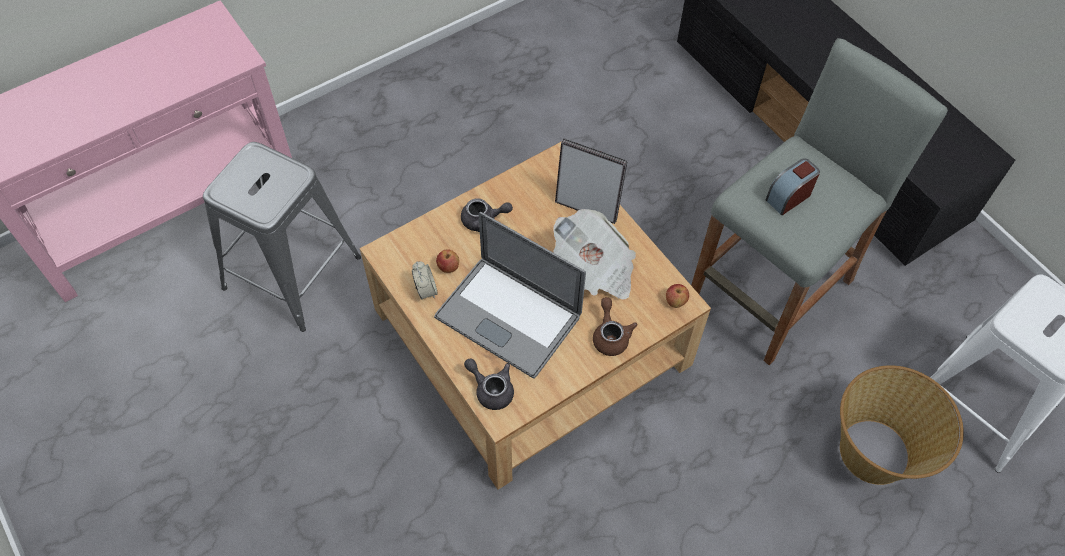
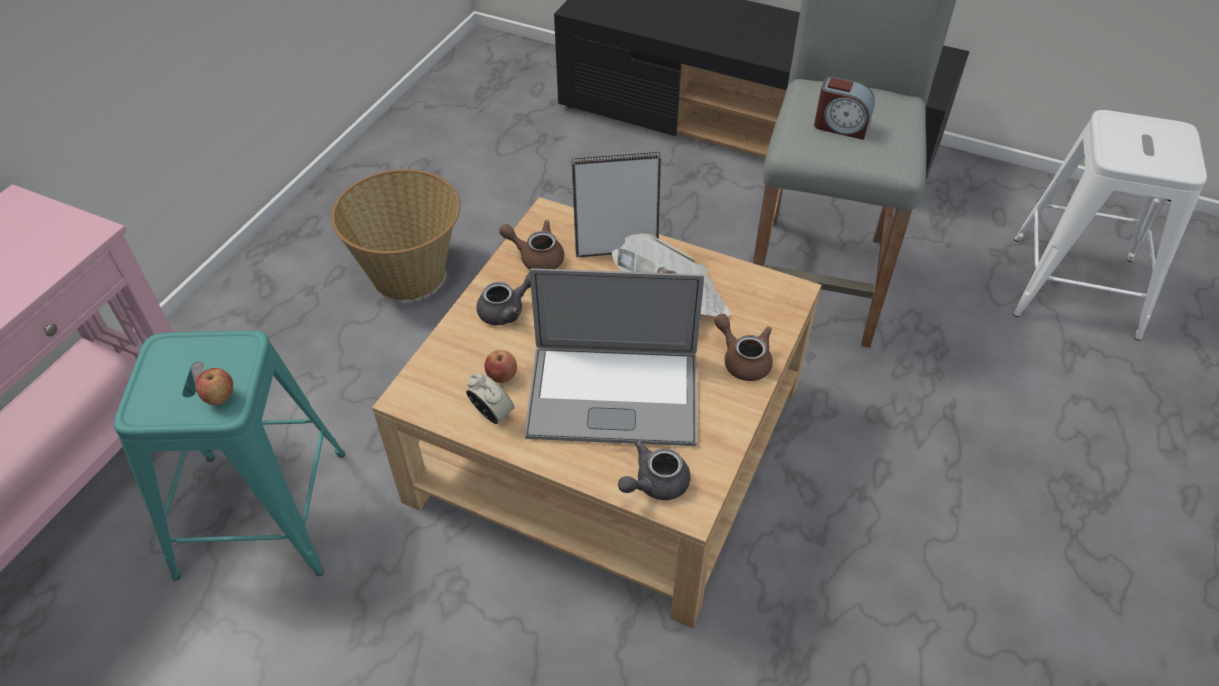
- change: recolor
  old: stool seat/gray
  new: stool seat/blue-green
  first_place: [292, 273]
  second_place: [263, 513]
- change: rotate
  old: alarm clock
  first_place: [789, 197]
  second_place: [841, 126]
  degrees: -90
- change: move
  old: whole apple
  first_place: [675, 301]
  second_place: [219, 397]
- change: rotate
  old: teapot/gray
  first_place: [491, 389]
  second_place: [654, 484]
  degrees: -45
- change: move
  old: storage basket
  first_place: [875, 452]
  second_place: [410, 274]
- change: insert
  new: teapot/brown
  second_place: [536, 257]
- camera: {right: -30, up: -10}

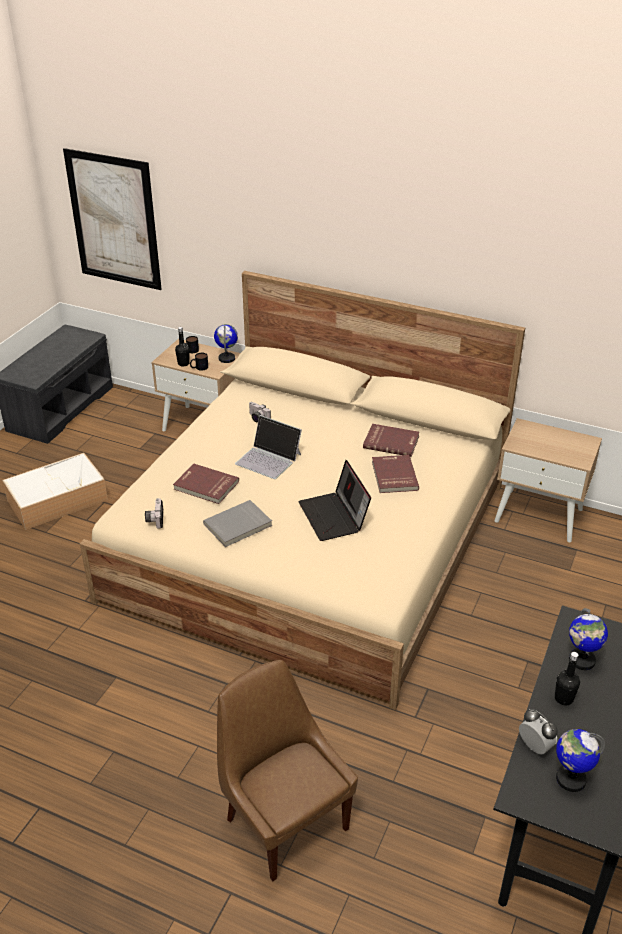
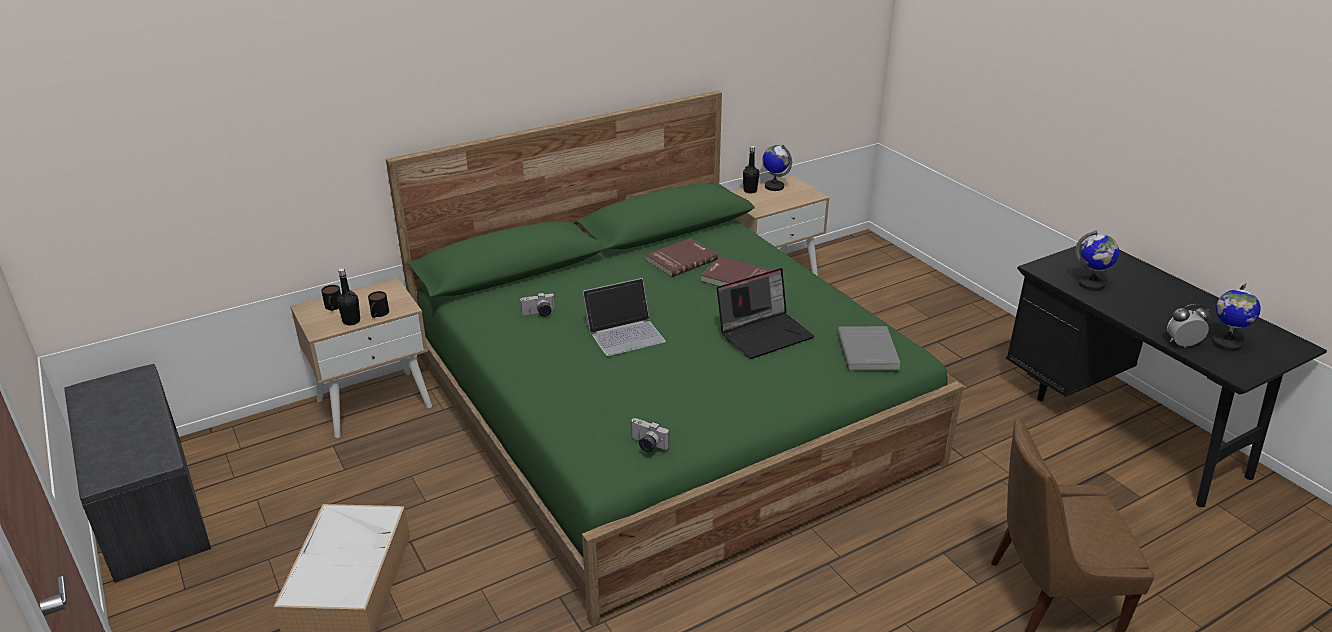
- change: delete
  old: wall picture
  first_place: [114, 220]
- change: recolor
  old: bedroom bed/beige-coloured
  new: bedroom bed/green-coloured
  first_place: [312, 540]
  second_place: [665, 412]
- change: move
  old: desk globe
  first_place: [227, 358]
  second_place: [774, 186]
- change: rotate
  old: notebook computer
  first_place: [334, 517]
  second_place: [765, 333]
  degrees: -45
- change: delete
  old: volume/reddish
  first_place: [205, 486]
- change: move
  old: volume/gray
  first_place: [238, 525]
  second_place: [869, 351]
- change: move
  old: drink bottle/black-coloured
  first_place: [563, 698]
  second_place: [750, 190]
- camera: {right: -55, up: -5}

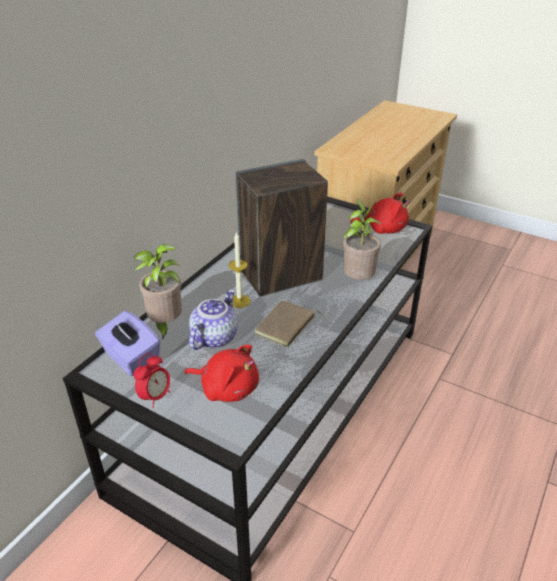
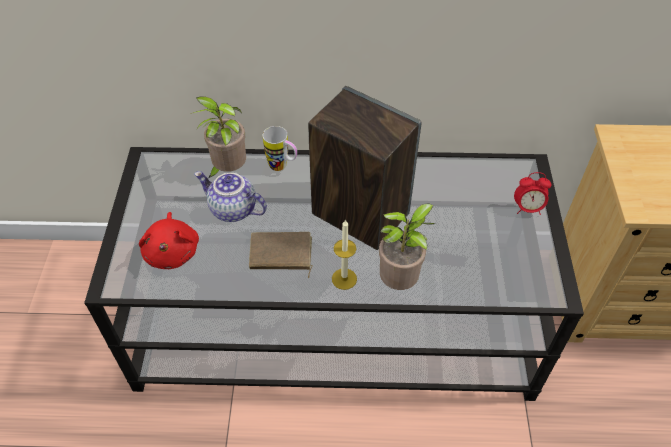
- change: delete
  old: cuddly toy/reddish
  first_place: [383, 229]
- change: move
  old: candle
  first_place: [239, 301]
  second_place: [344, 279]
- change: rotate
  old: teapot
  first_place: [213, 337]
  second_place: [232, 210]
  degrees: -150
- change: delete
  old: tissue holder/purplish
  first_place: [130, 358]
- change: move
  old: alarm clock
  first_place: [155, 397]
  second_place: [527, 208]
- change: insert
  new: tea mug
  second_place: [282, 167]
- camera: {right: 60, up: 15}

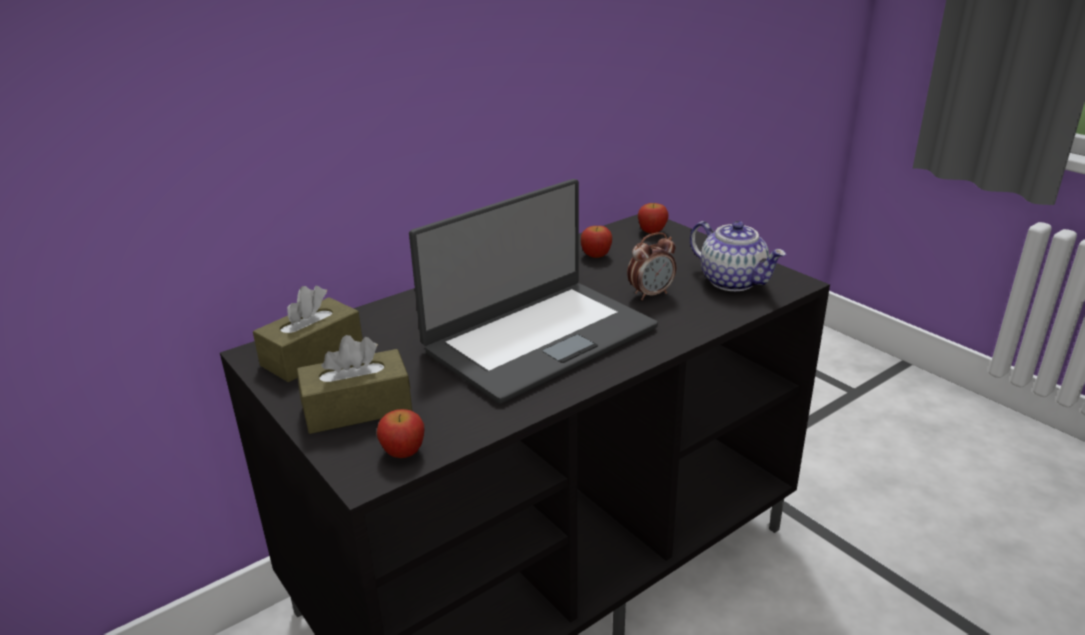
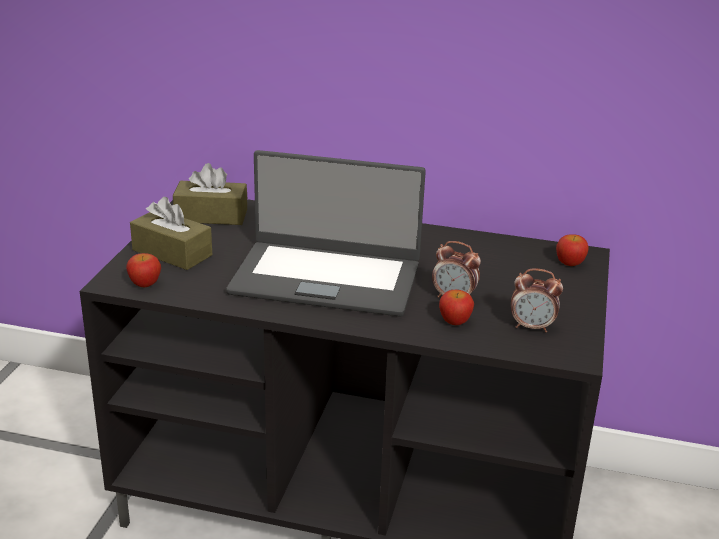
- change: replace
  old: teapot
  new: alarm clock
  first_place: [733, 281]
  second_place: [532, 327]
- change: move
  old: whole apple
  first_place: [596, 255]
  second_place: [455, 321]
- camera: {right: 50, up: 0}

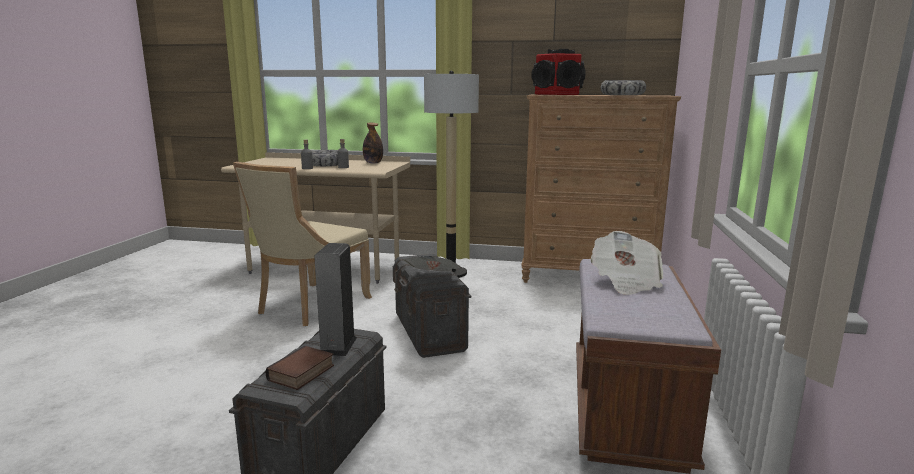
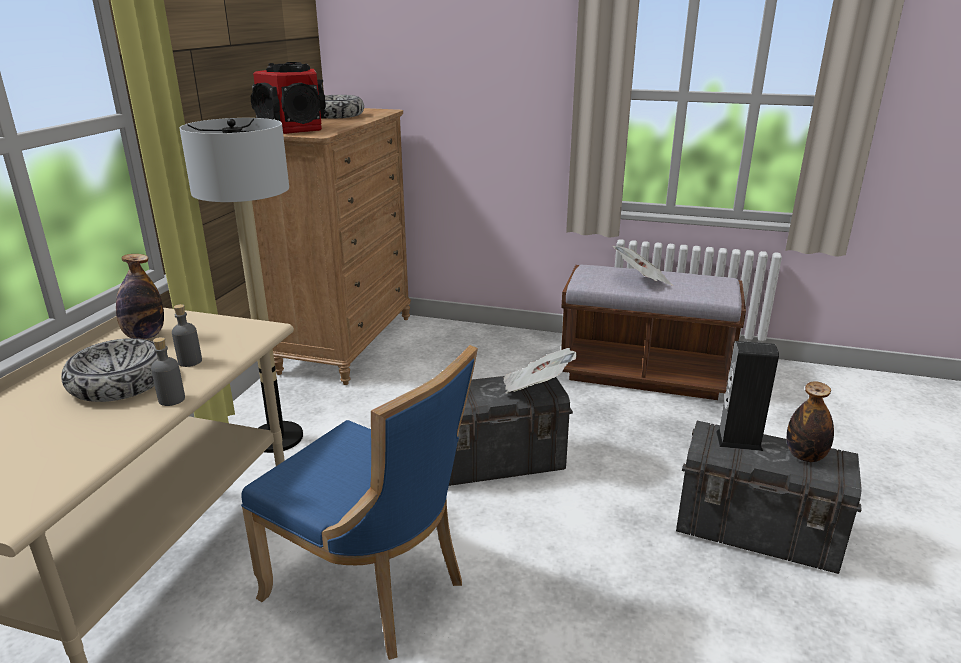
- change: recolor
  old: plain chair/beige-coloured
  new: plain chair/blue
  first_place: [309, 306]
  second_place: [373, 589]
- change: replace
  old: volume
  new: drink bottle
  first_place: [302, 373]
  second_place: [805, 456]
- camera: {right: -85, up: 10}

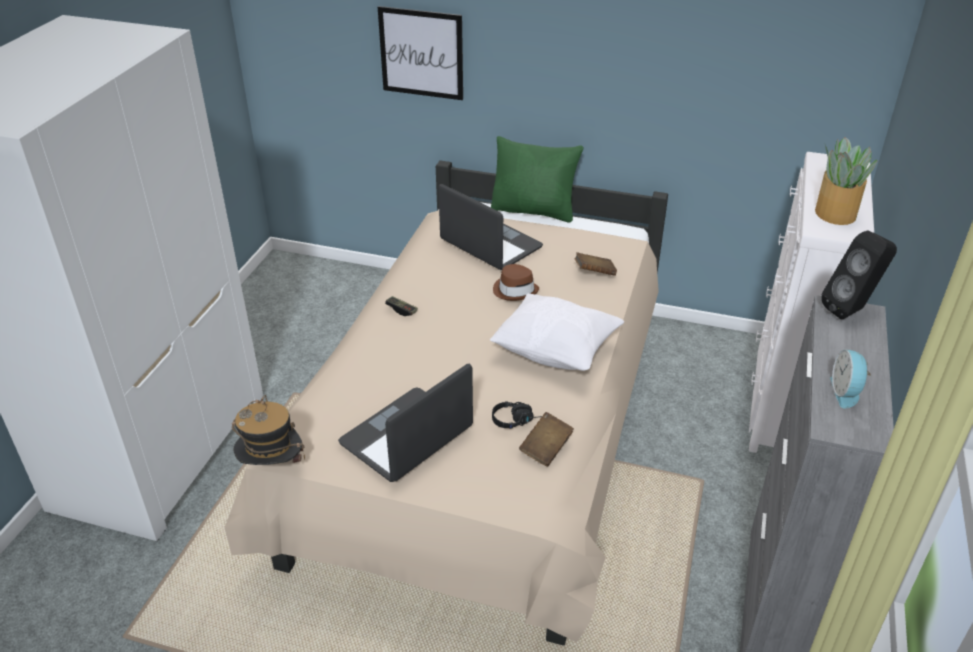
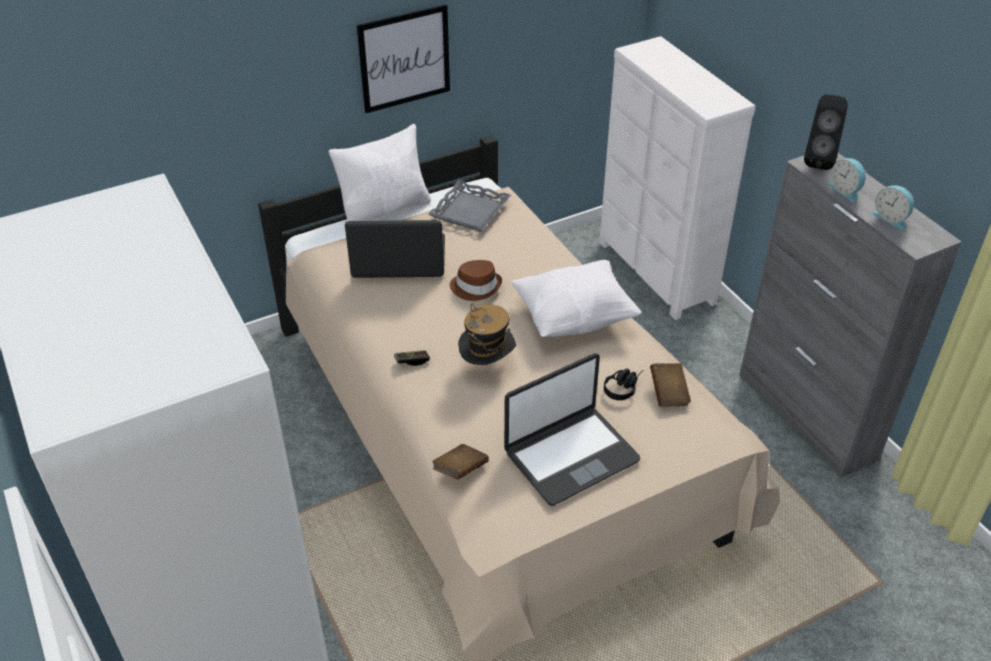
- change: move
  old: wall picture
  first_place: [421, 53]
  second_place: [404, 58]
- change: recolor
  old: pillow/green-coloured
  new: pillow/white
  first_place: [534, 210]
  second_place: [385, 208]
- change: delete
  old: plant in a pot
  first_place: [835, 214]
- change: move
  old: volume/brown
  first_place: [594, 273]
  second_place: [460, 470]
- change: rotate
  old: notebook computer
  first_place: [407, 437]
  second_place: [570, 455]
  degrees: -120
- change: move
  old: hat
  first_place: [273, 469]
  second_place: [487, 366]
- change: insert
  new: alarm clock
  second_place: [846, 191]
- change: insert
  new: serving tray/gray
  second_place: [469, 211]
- camera: {right: -45, up: 5}

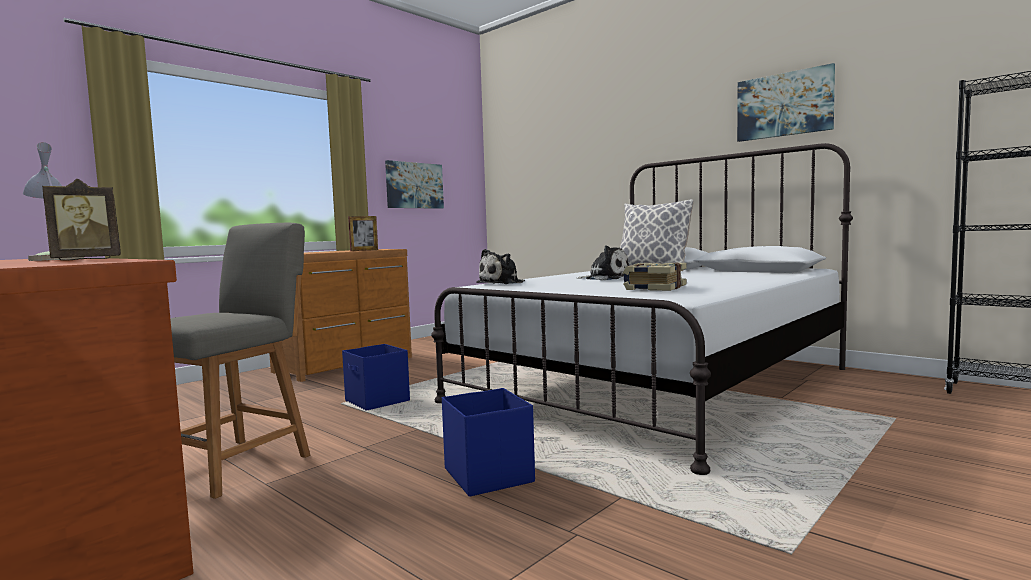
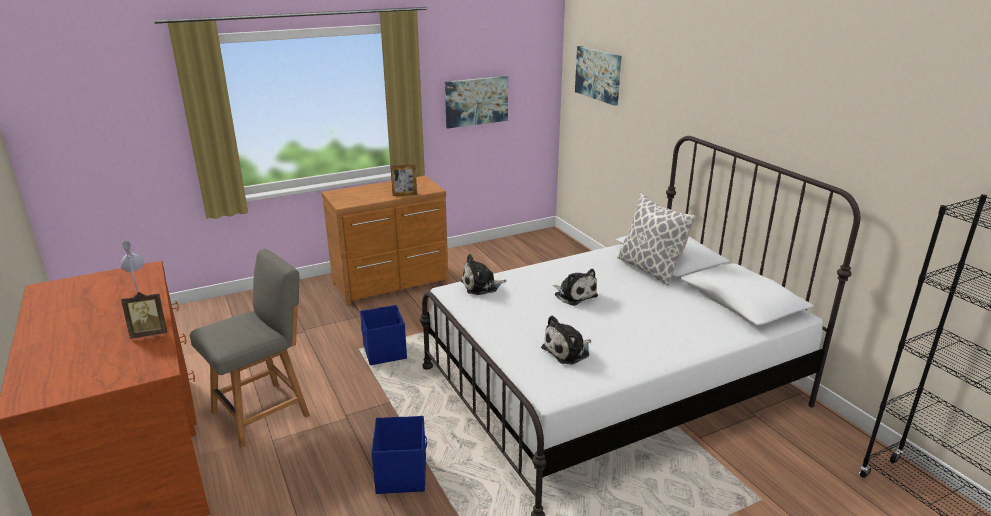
- change: move
  old: wall picture
  first_place: [784, 105]
  second_place: [598, 74]
- change: replace
  old: volume
  new: cuddly toy
  first_place: [654, 288]
  second_place: [568, 351]
- camera: {right: 20, up: 20}

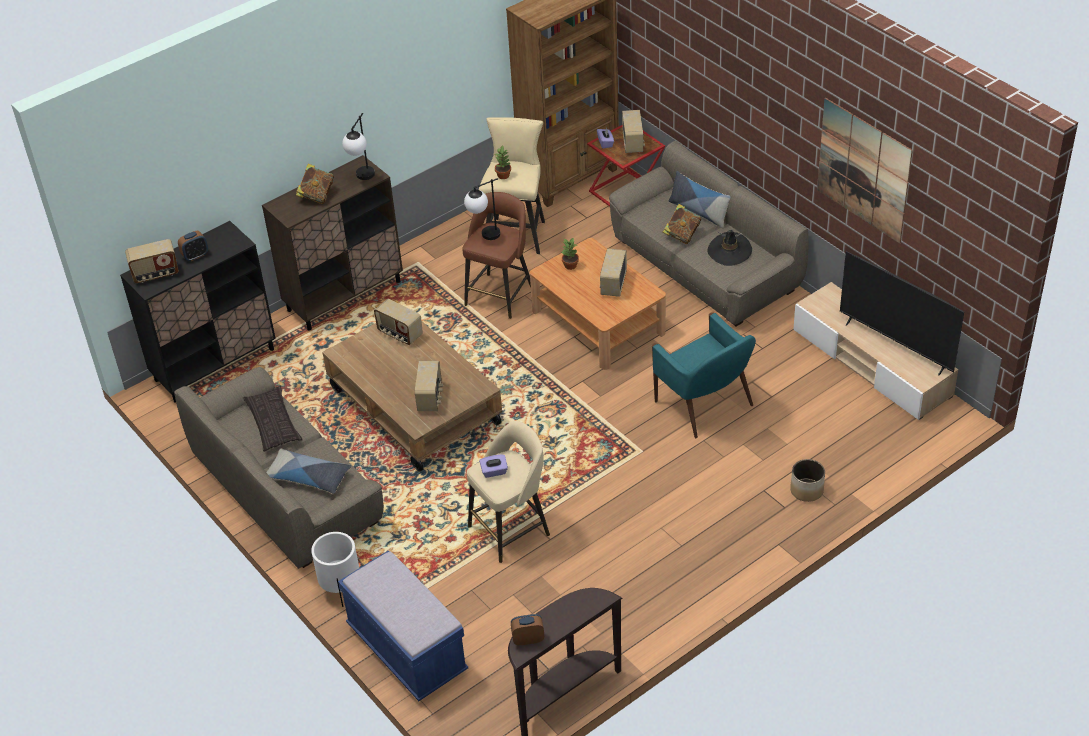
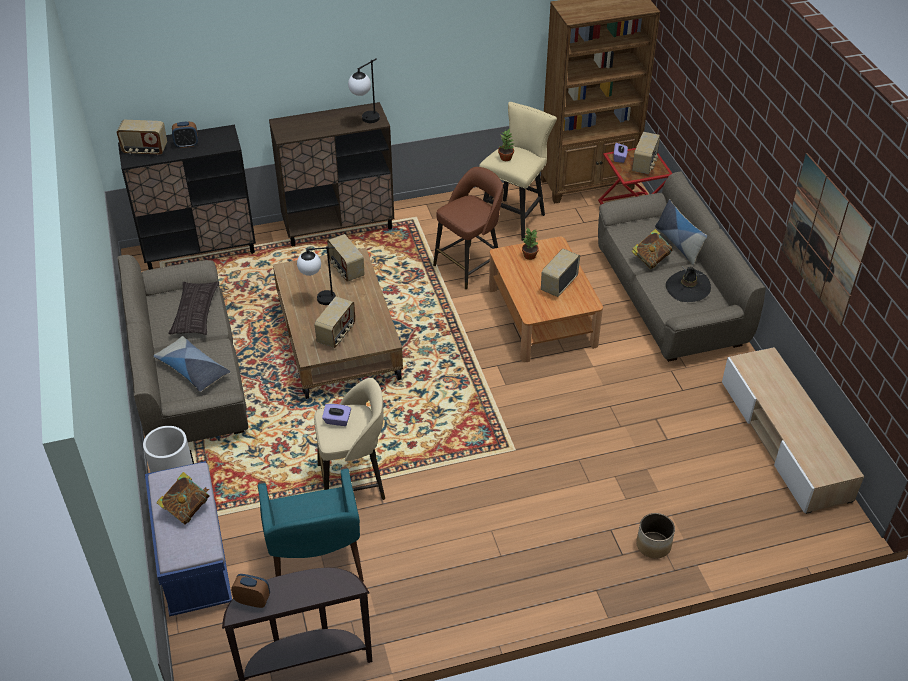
- change: move
  old: volume
  first_place: [317, 195]
  second_place: [186, 509]
- change: move
  old: table lamp
  first_place: [484, 237]
  second_place: [318, 299]
- change: delete
  old: TV
  first_place: [896, 345]
- change: move
  old: easy chair/blue-green
  first_place: [705, 405]
  second_place: [316, 562]
- camera: {right: 20, up: 0}

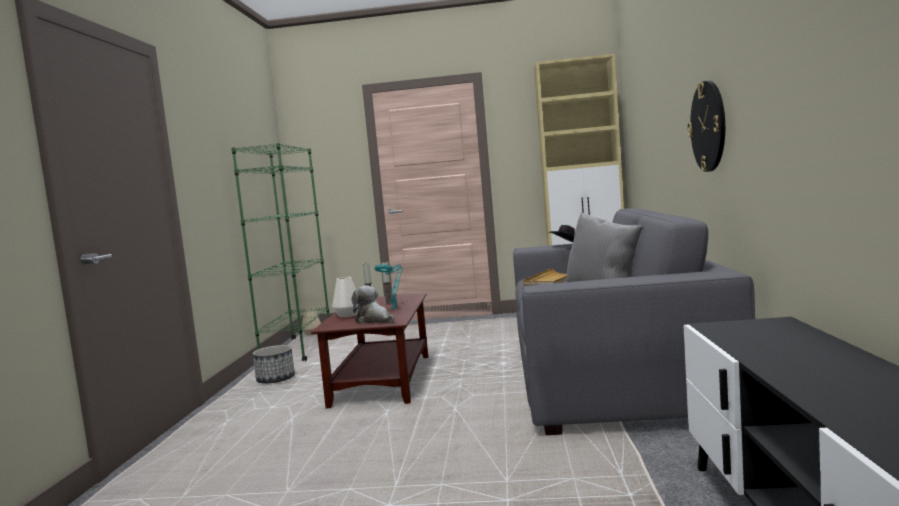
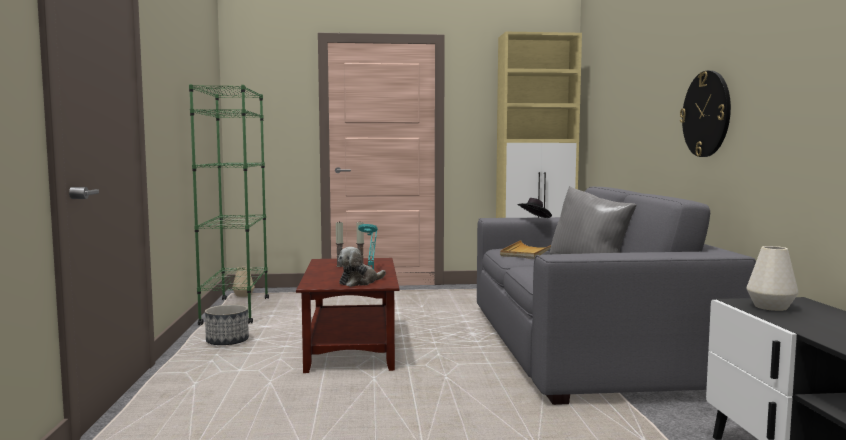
- change: move
  old: decorative vase/white
  first_place: [347, 315]
  second_place: [771, 307]
- change: rotate
  old: cuddly toy
  first_place: [374, 320]
  second_place: [359, 282]
  degrees: -75
- camera: {right: -10, up: 0}

